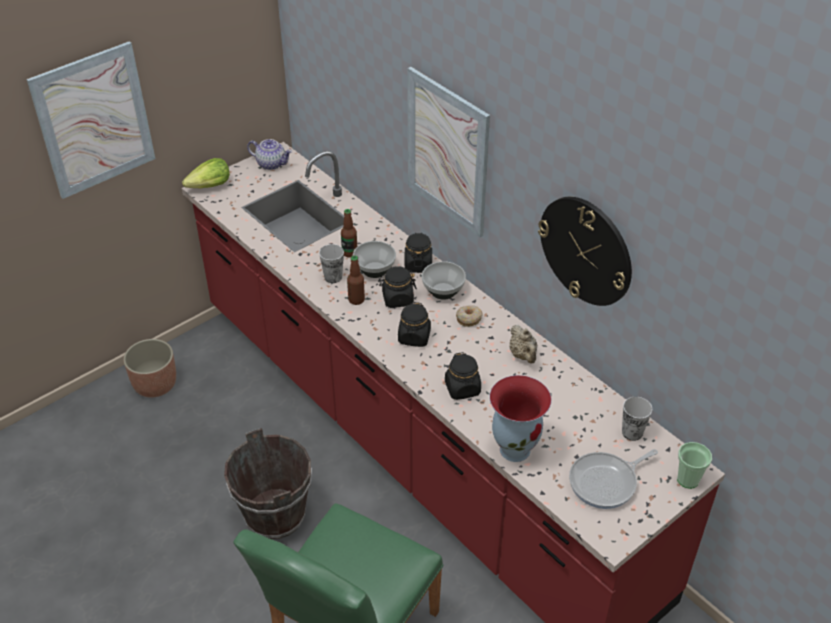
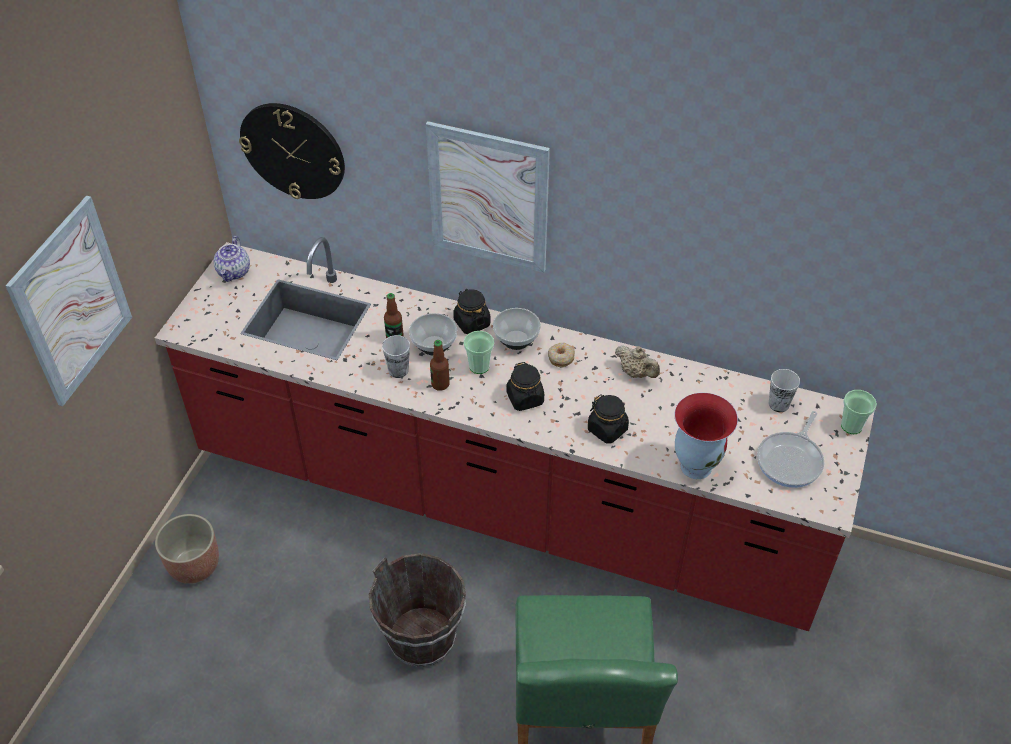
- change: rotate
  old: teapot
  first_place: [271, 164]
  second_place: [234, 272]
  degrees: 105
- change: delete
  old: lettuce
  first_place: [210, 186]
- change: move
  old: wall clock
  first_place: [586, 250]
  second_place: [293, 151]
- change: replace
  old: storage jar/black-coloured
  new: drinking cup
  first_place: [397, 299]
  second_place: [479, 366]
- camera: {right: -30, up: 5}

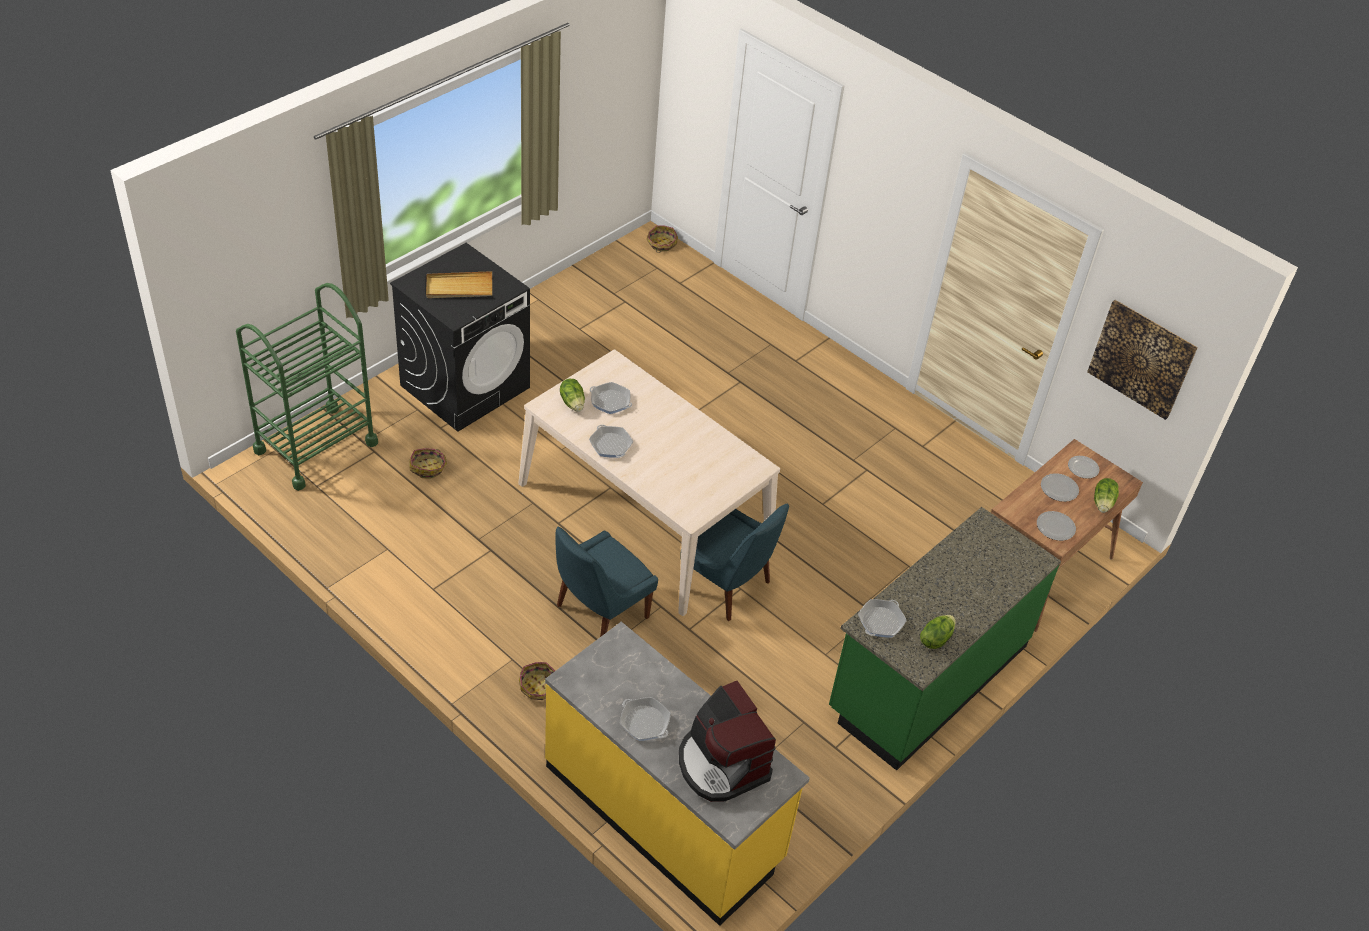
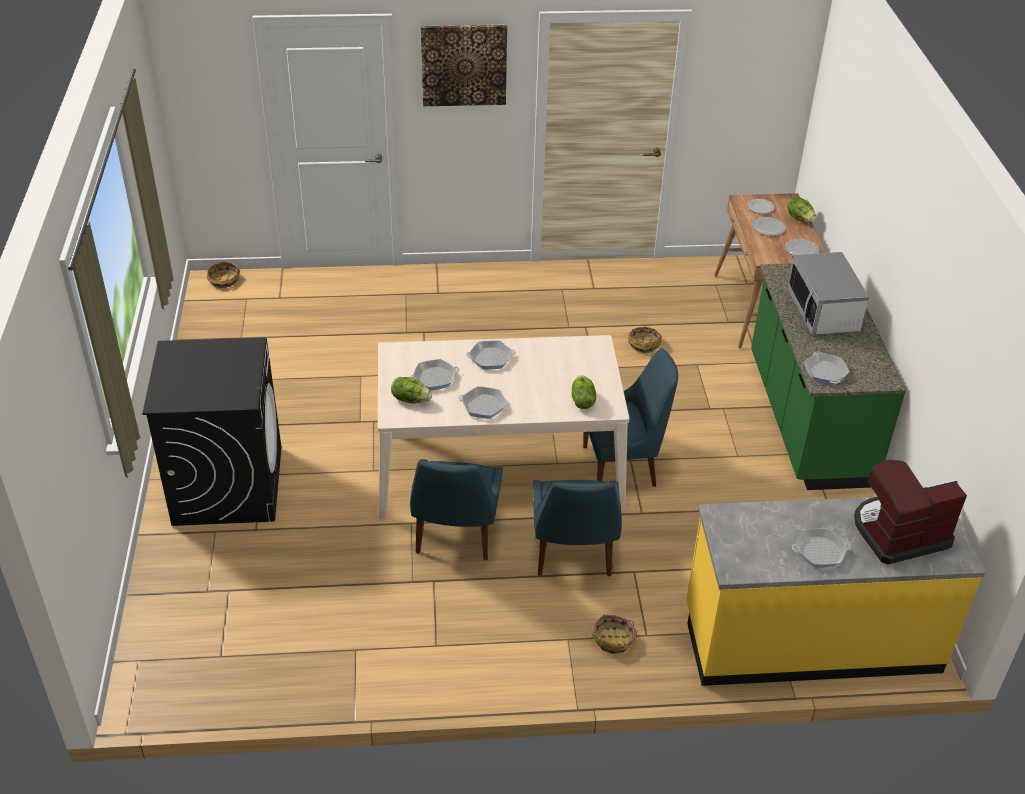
- change: delete
  old: serving tray/beige-coloured
  first_place: [459, 288]
- change: delete
  old: wheeled cart/green-coloured
  first_place: [316, 447]
- change: move
  old: wall picture
  first_place: [1142, 358]
  second_place: [464, 64]
- change: move
  old: storage basket
  first_place: [428, 467]
  second_place: [644, 344]
- change: move
  old: lettuce
  first_place: [935, 639]
  second_place: [582, 401]
- change: rotate
  old: coffee brewer
  first_place: [721, 764]
  second_place: [898, 533]
  degrees: 150
- change: insert
  new: kitchen microwave
  second_place: [823, 312]
- change: insert
  new: pan
  second_place: [490, 358]
- change: insert
  new: plain chair/blue
  second_place: [455, 536]
- camera: {right: -45, up: -5}

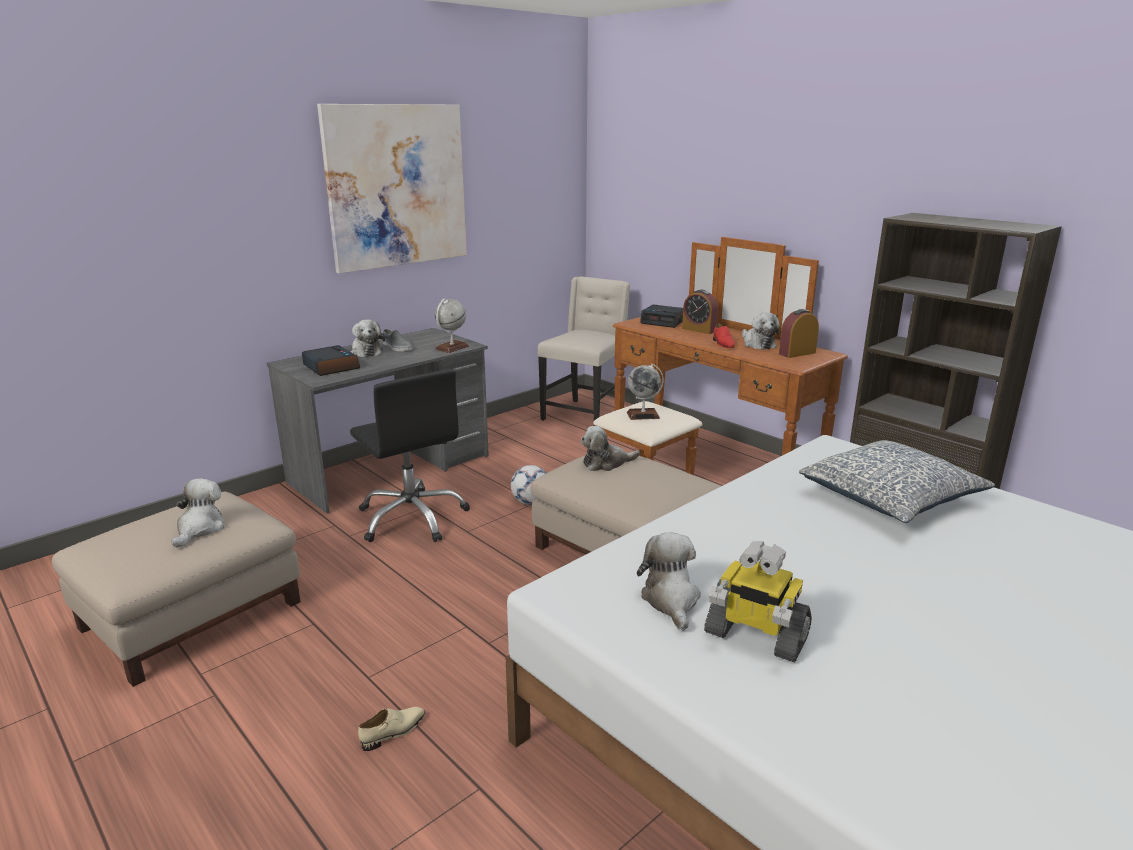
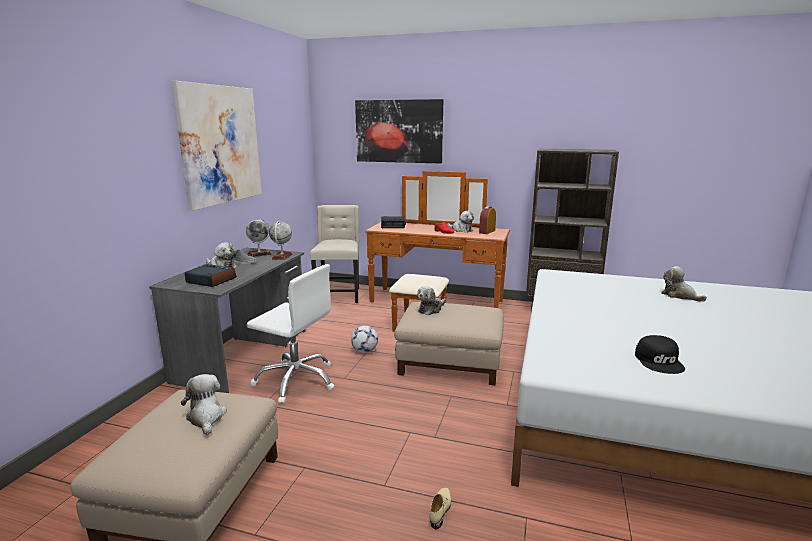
- change: delete
  old: alarm clock
  first_place: [699, 330]
- change: move
  old: desk globe
  first_place: [643, 415]
  second_place: [259, 254]
- change: recolor
  old: office chair/black-coloured
  new: office chair/white
  first_place: [412, 518]
  second_place: [296, 380]
- change: delete
  old: pillow
  first_place: [890, 499]
- change: move
  old: cuddly toy
  first_place: [671, 600]
  second_place: [679, 295]
- change: replace
  old: robot figure
  new: baseball cap/black-coloured
  first_place: [755, 635]
  second_place: [659, 361]
- change: insert
  new: wall picture
  second_place: [399, 131]
- camera: {right: -30, up: -5}

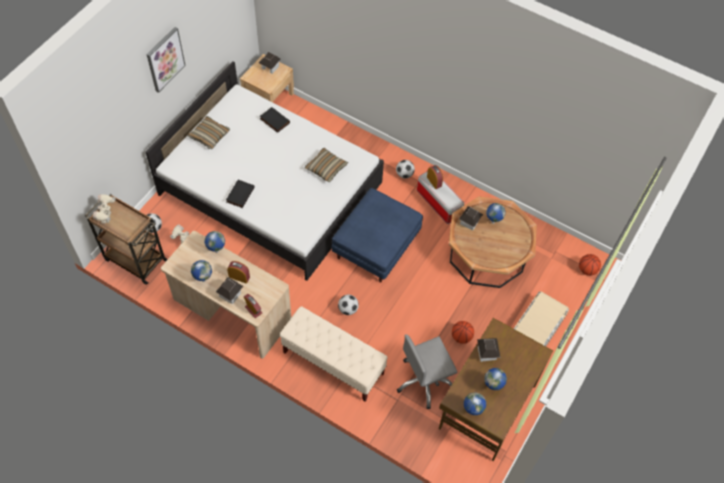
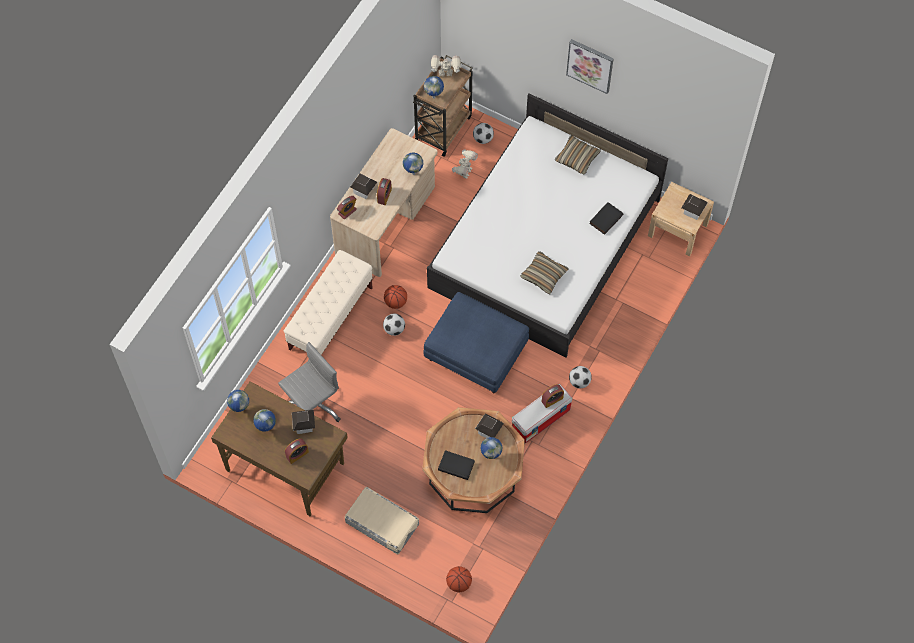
- change: move
  old: volume/black-coloured
  first_place: [239, 194]
  second_place: [456, 465]
- change: move
  old: desk globe
  first_place: [203, 280]
  second_place: [434, 97]
- change: move
  old: basketball
  first_place: [461, 337]
  second_place: [395, 302]
- change: rotate
  old: office chair/gray
  first_place: [424, 381]
  second_place: [312, 405]
  degrees: 75
- change: insert
  new: alarm clock
  second_place: [297, 454]
- camera: {right: 90, up: 5}

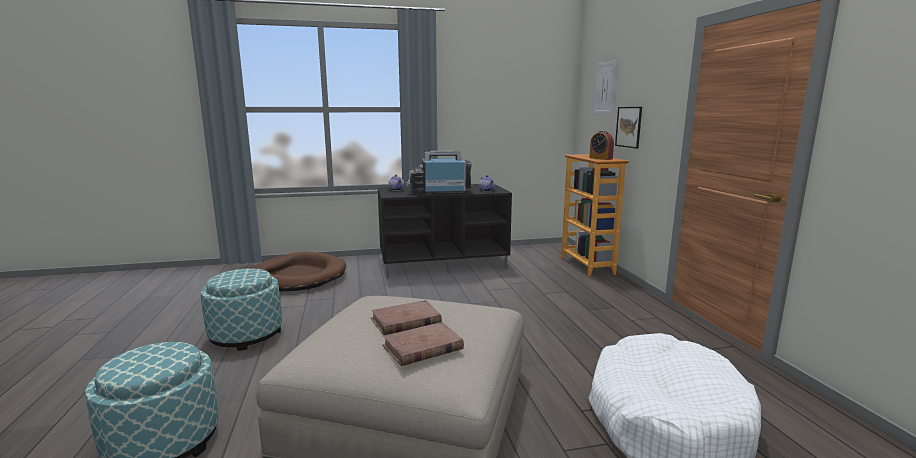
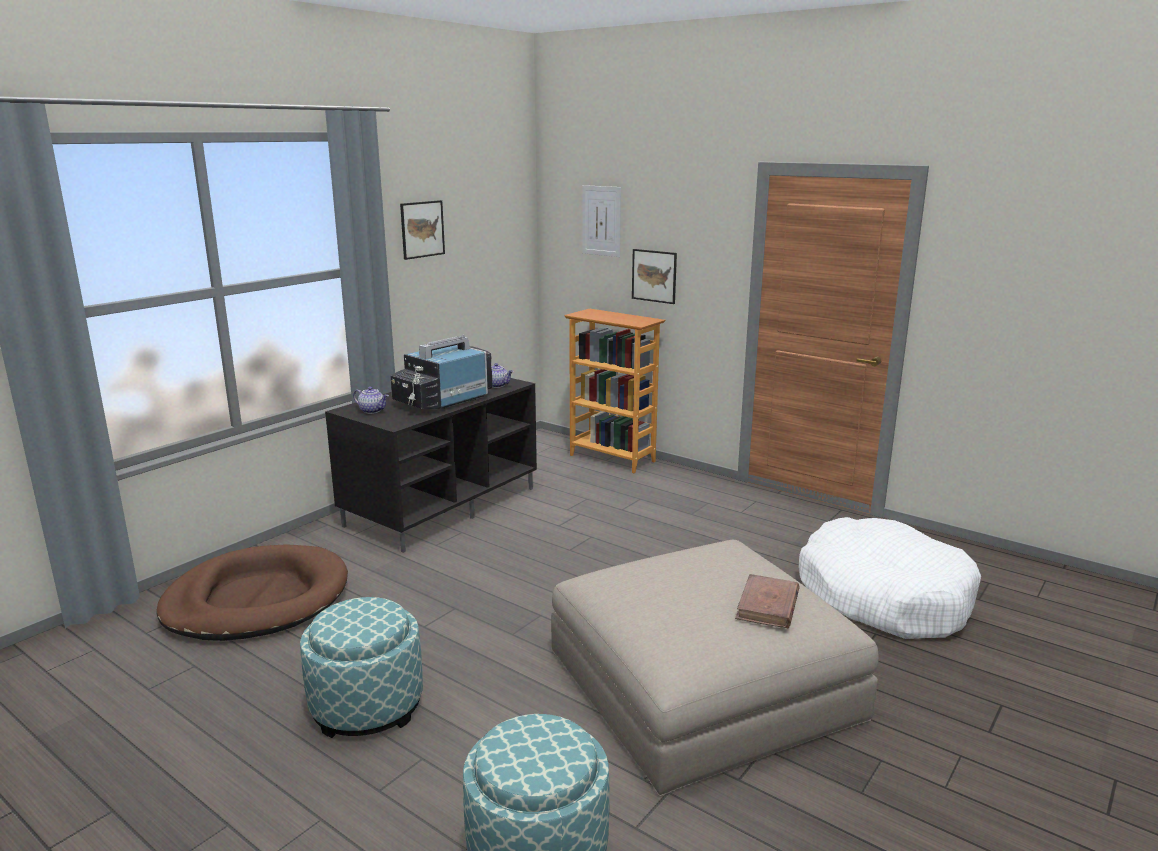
- change: delete
  old: alarm clock
  first_place: [600, 158]
- change: delete
  old: volume/brown
  first_place: [405, 321]
- change: insert
  new: wall picture
  second_place: [422, 229]
- camera: {right: -40, up: 5}

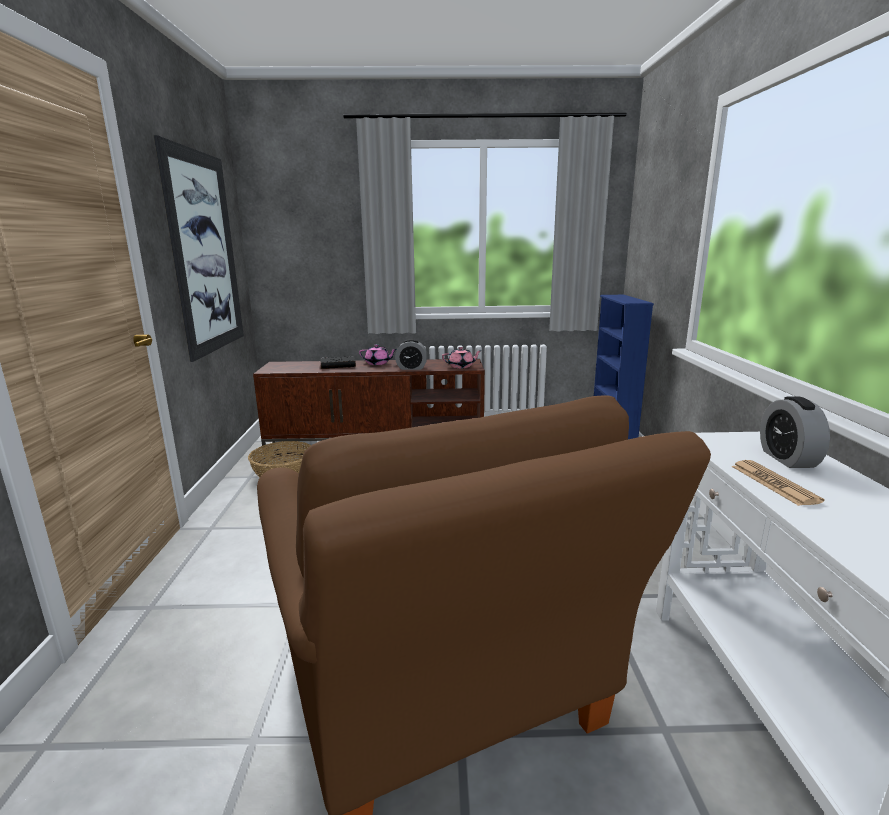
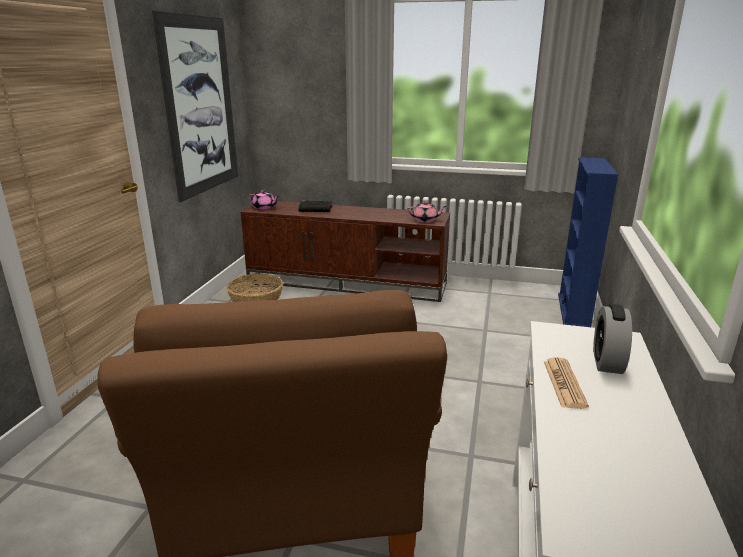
- change: delete
  old: alarm clock
  first_place: [411, 368]
- change: move
  old: teapot/pink
  first_place: [378, 363]
  second_place: [264, 208]
- camera: {right: 15, up: 5}

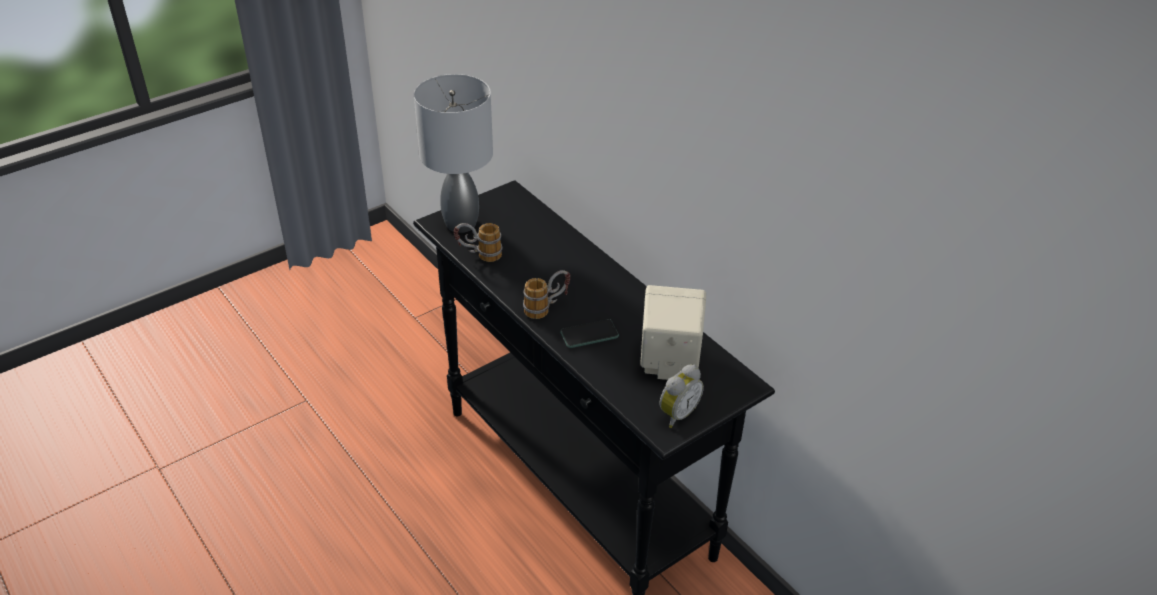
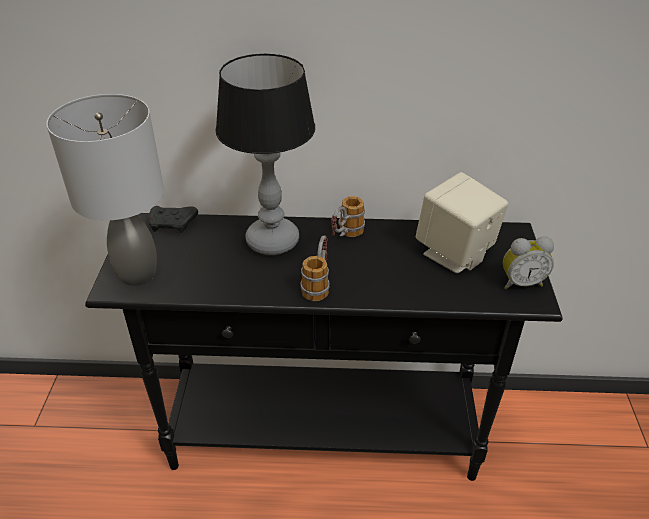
- change: move
  old: tea mug
  first_place: [479, 255]
  second_place: [345, 236]
- change: delete
  old: phone
  first_place: [589, 334]
- change: rotate
  old: alarm clock
  first_place: [677, 414]
  second_place: [520, 282]
  degrees: 90
- change: insert
  new: table lamp
  second_place: [271, 241]
- change: insert
  new: game controller/black-coloured
  second_place: [173, 224]
- camera: {right: -50, up: 0}

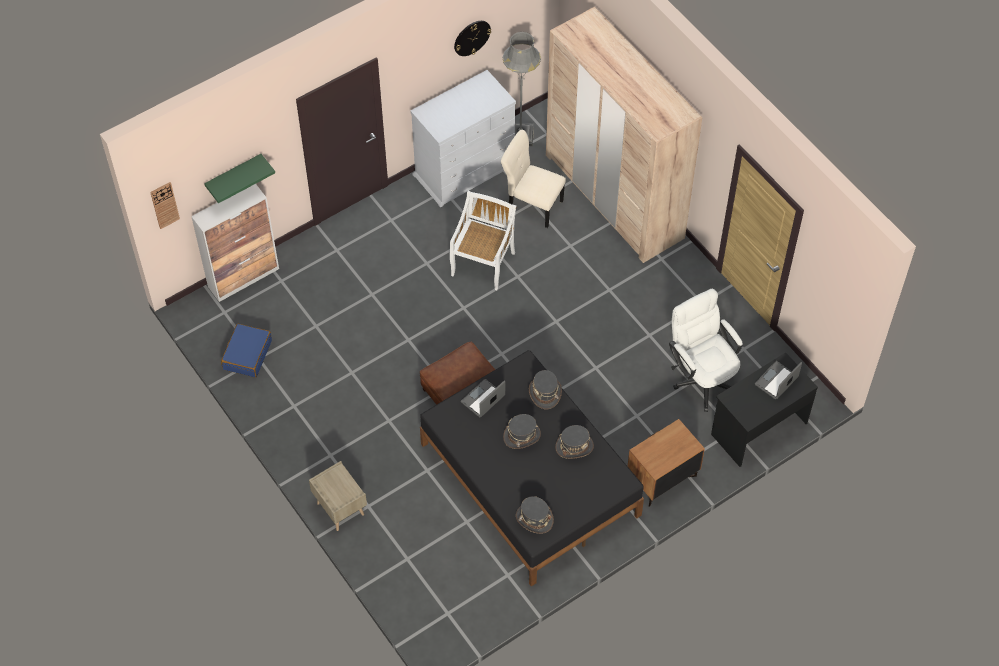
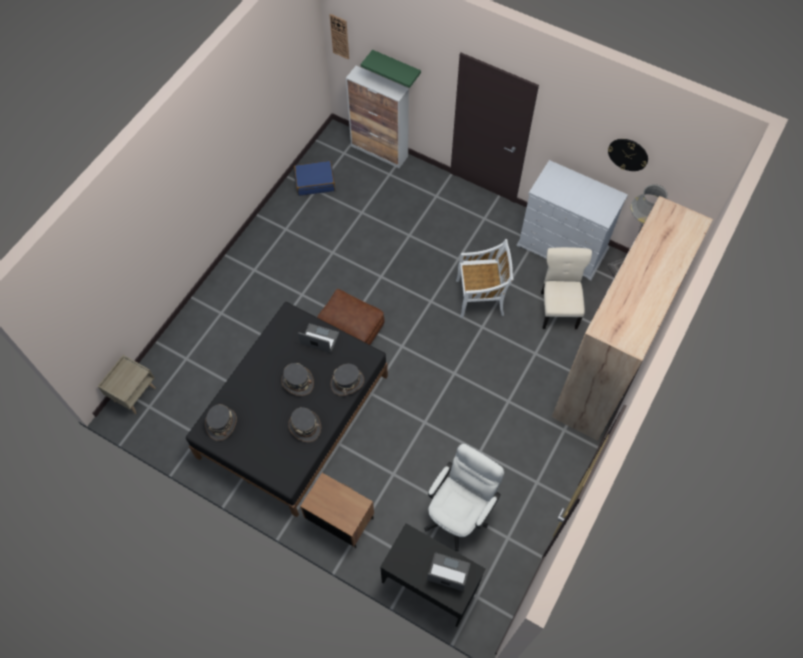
- change: move
  old: nightstand/beige-coloured
  first_place: [339, 509]
  second_place: [134, 394]
- camera: {right: 65, up: 5}

